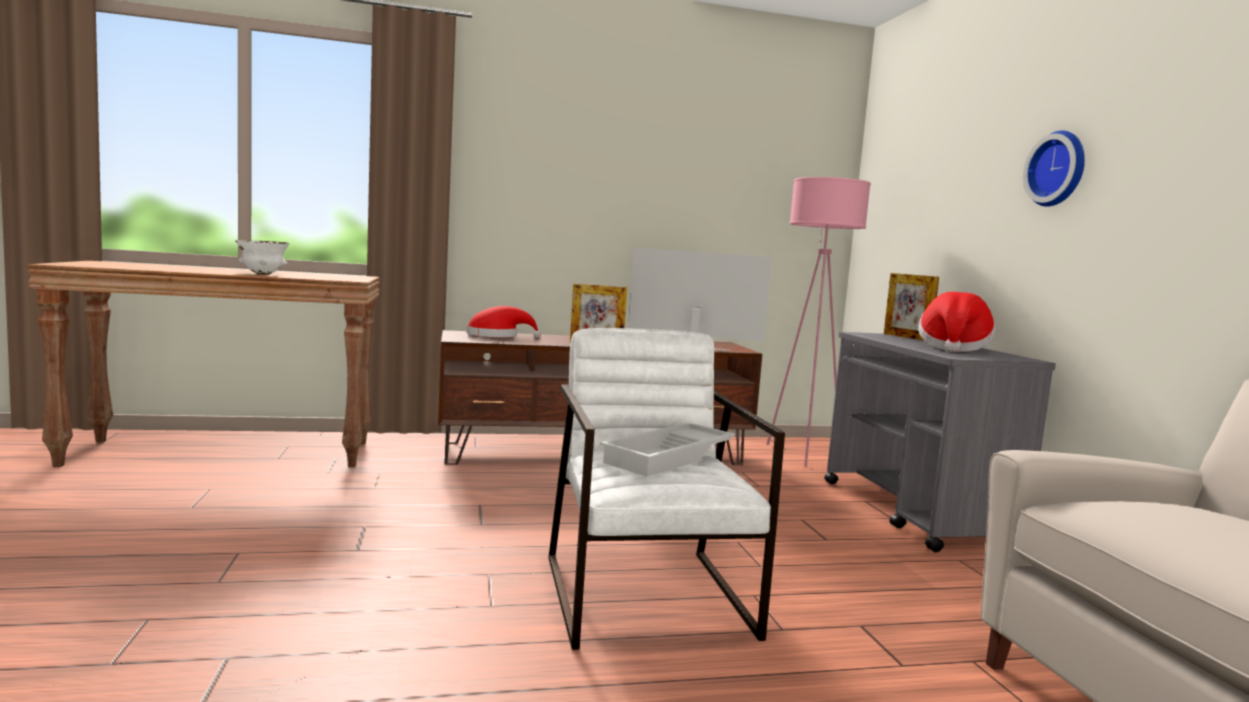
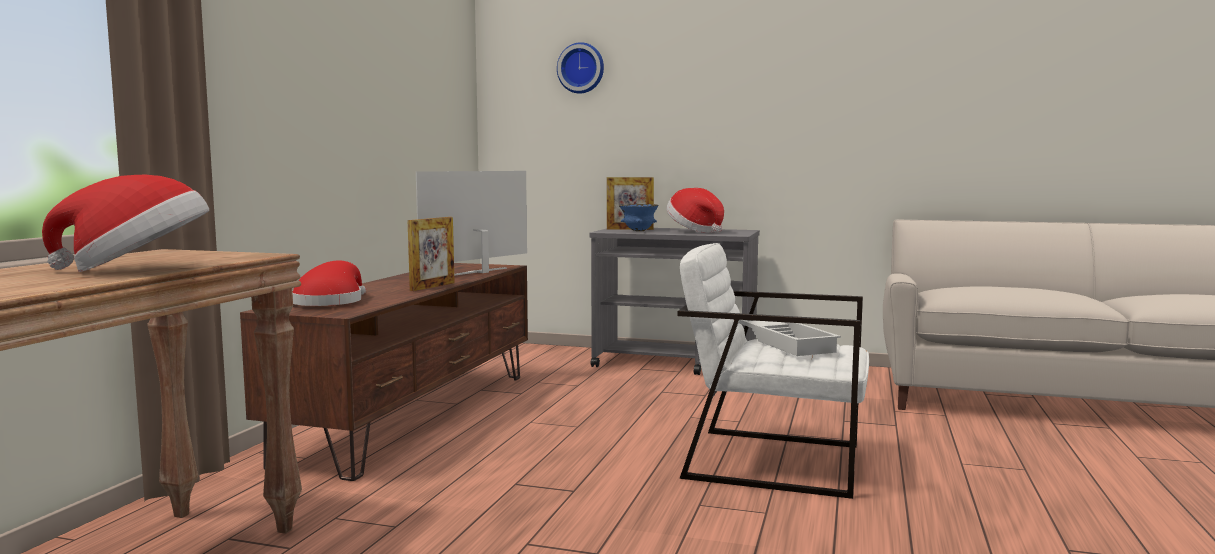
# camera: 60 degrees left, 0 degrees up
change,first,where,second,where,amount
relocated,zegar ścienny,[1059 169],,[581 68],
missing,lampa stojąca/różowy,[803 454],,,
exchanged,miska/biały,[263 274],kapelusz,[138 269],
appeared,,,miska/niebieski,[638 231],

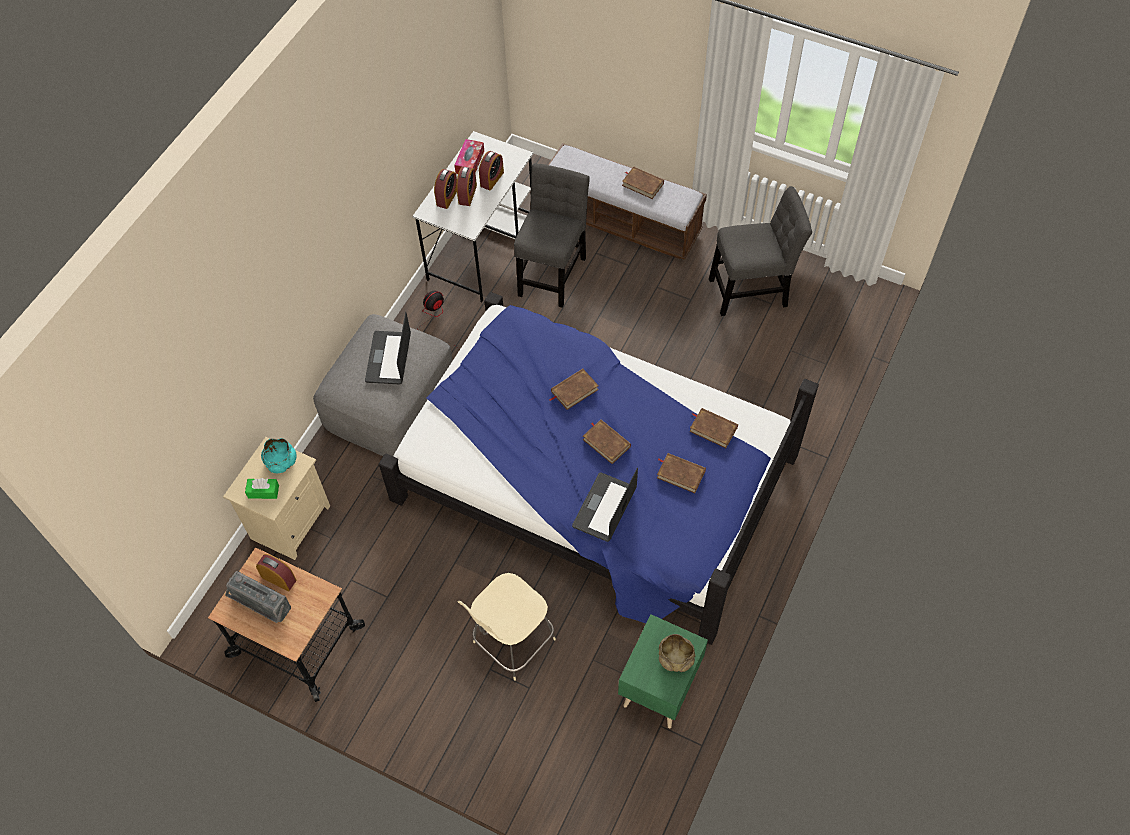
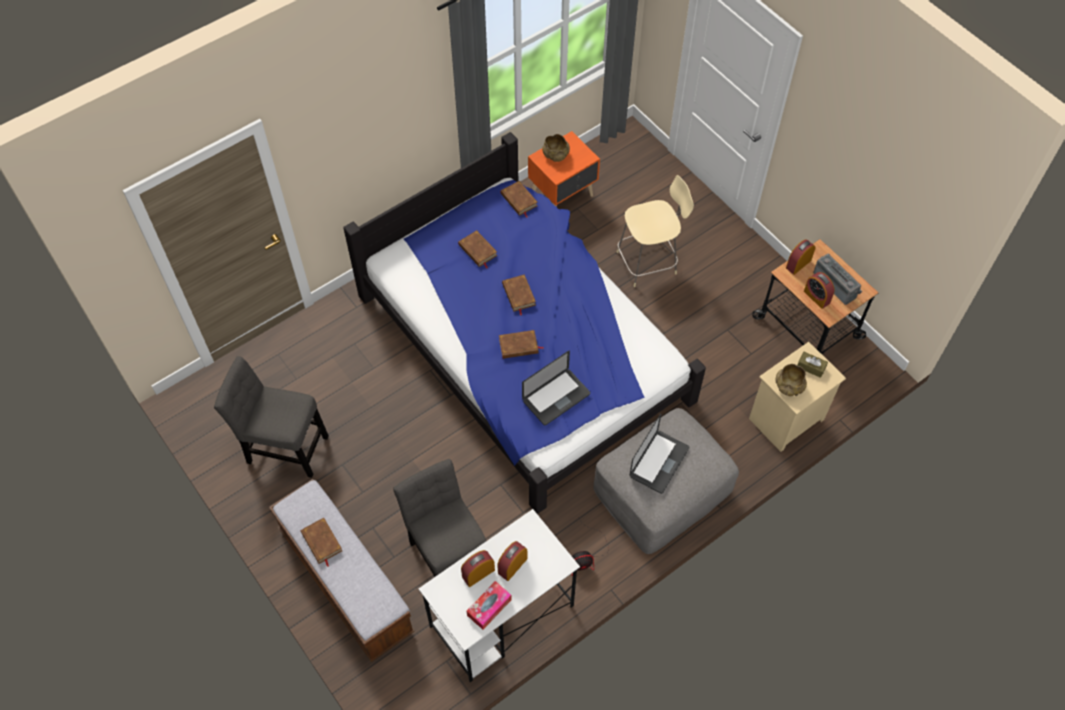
# camera: 155 degrees left, 0 degrees up
change,first,where,second,where,amount
spun,krzesło/szary,[552 272],,[448 554],105 degrees clockwise
relocated,budzik,[447 197],,[798 264],
relocated,książka/brązowy,[713 429],,[519 200],
colour,miska/turkusowy,[281 461],miska/beżowy,[789 386],
relocated,laptop,[604 508],,[556 397],
colour,pudełko chusteczek/zielony,[263 491],pudełko chusteczek/brązowy,[811 367],
colour,szafka nocna/zielony,[658 687],szafka nocna/pomarańczowy,[563 196],

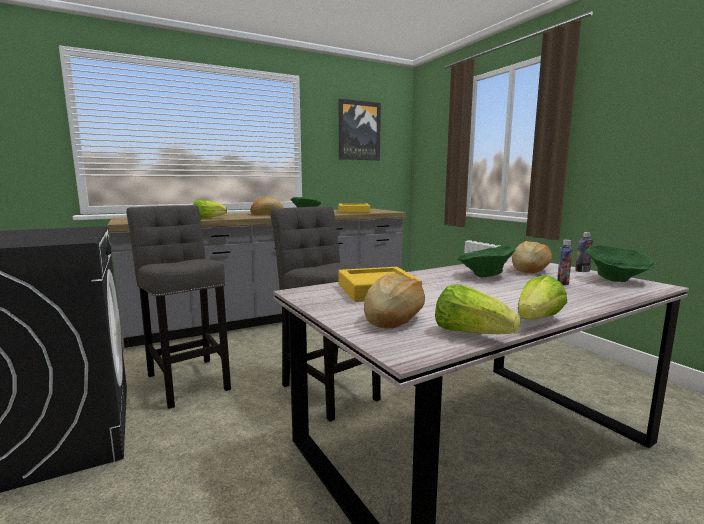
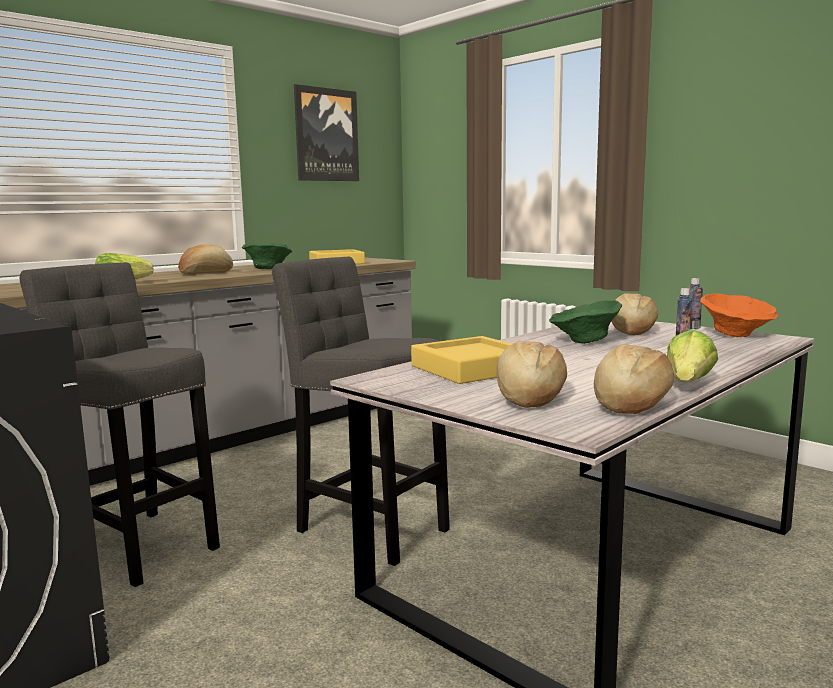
# camera: 15 degrees left, 0 degrees up
change,first,where,second,where,amount
colour,miska/zielony,[615 280],miska/pomarańczowy,[735 335],
exchanged,sałata,[470 333],chleb,[630 403],

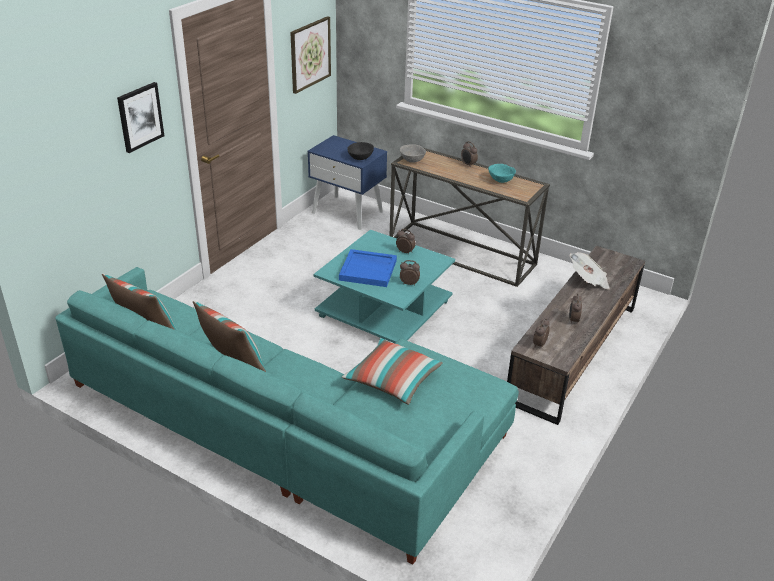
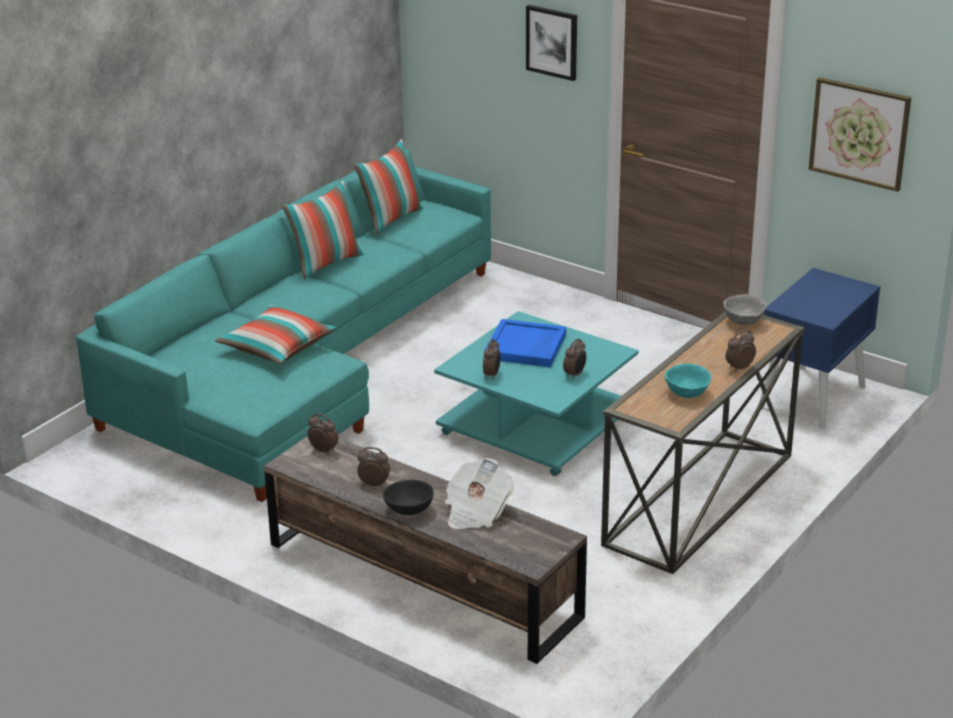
# camera: 95 degrees right, 5 degrees down
change,first,where,second,where,amount
relocated,miska/czarny,[360 157],,[410 509],

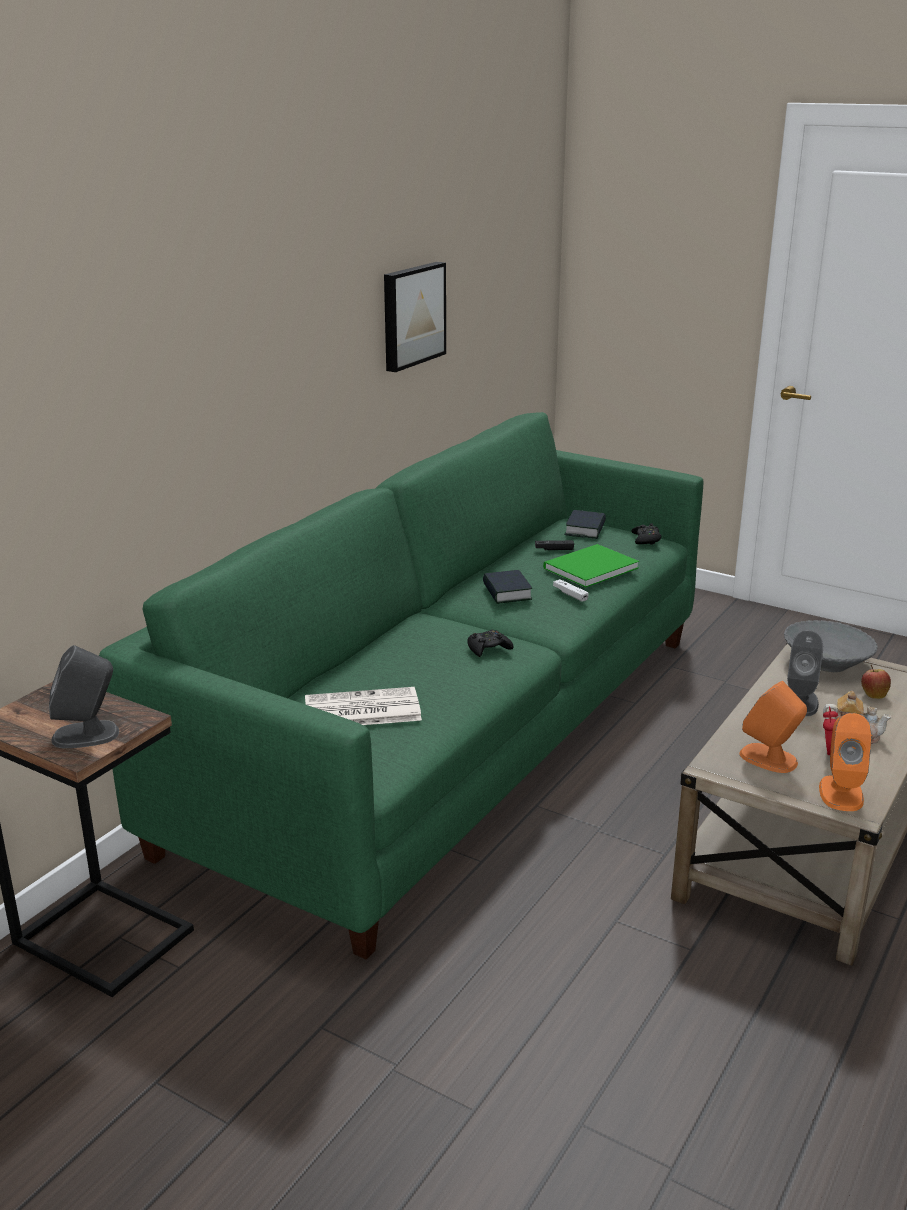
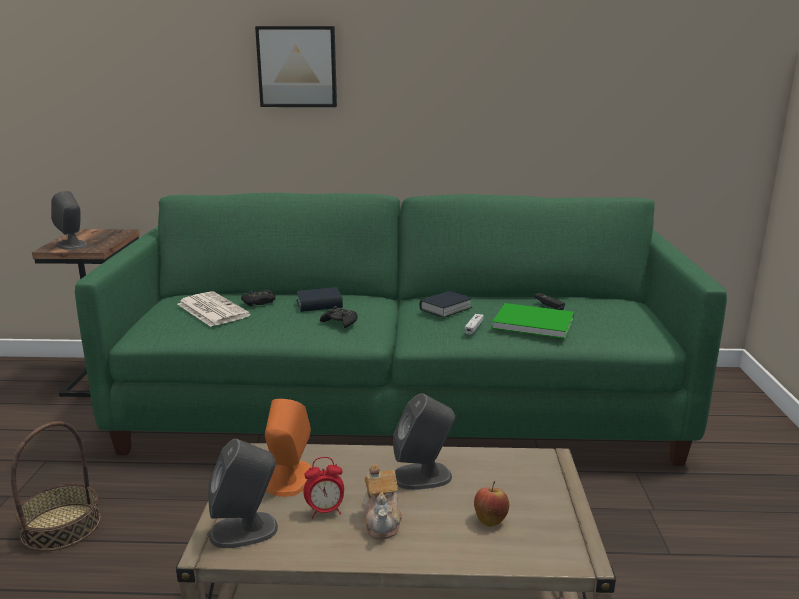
# camera: 60 degrees right, 5 degrees down
change,first,where,second,where,amount
relocated,obraz,[411 315],,[297 67],
relocated,książka,[585 529],,[319 304],
relocated,pad do gier/czarny,[646 539],,[259 302],
missing,miska/szary,[826 663],,,
colour,głośnik/pomarańczowy,[841 793],głośnik/szary,[244 530],
appeared,,,koszyk,[61 526],

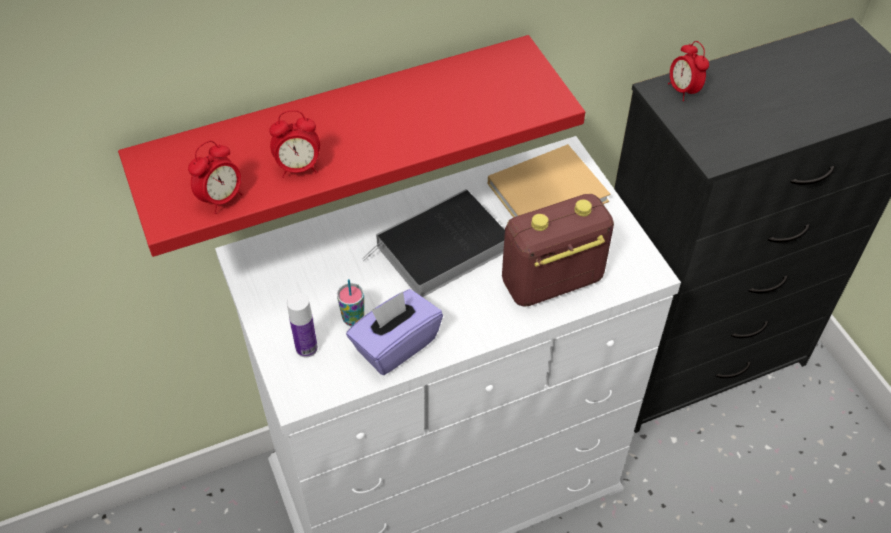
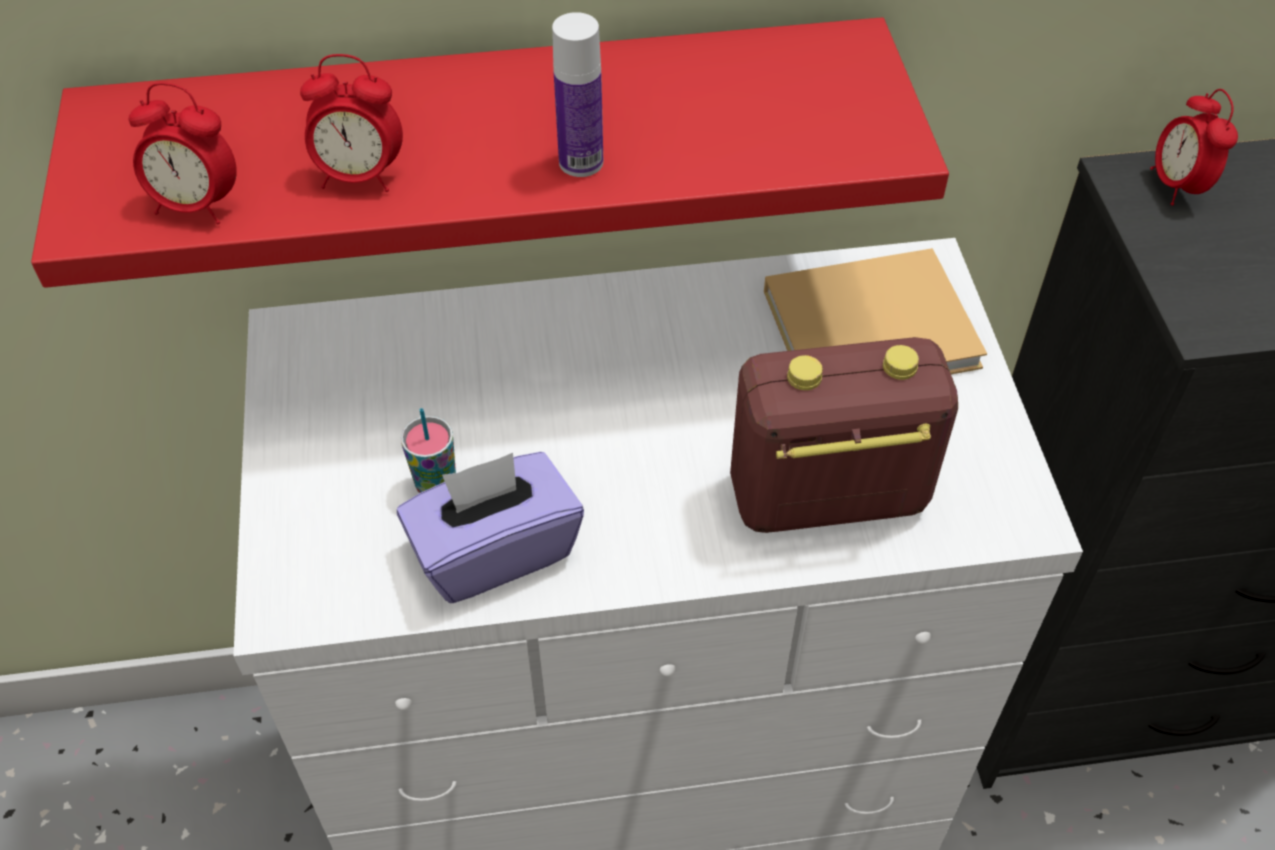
# camera: 15 degrees right, 0 degrees up
change,first,where,second,where,amount
spun,budzik,[221 199],,[197 206],45 degrees clockwise
missing,książka,[440 250],,,
relocated,butelka,[306 348],,[581 162],

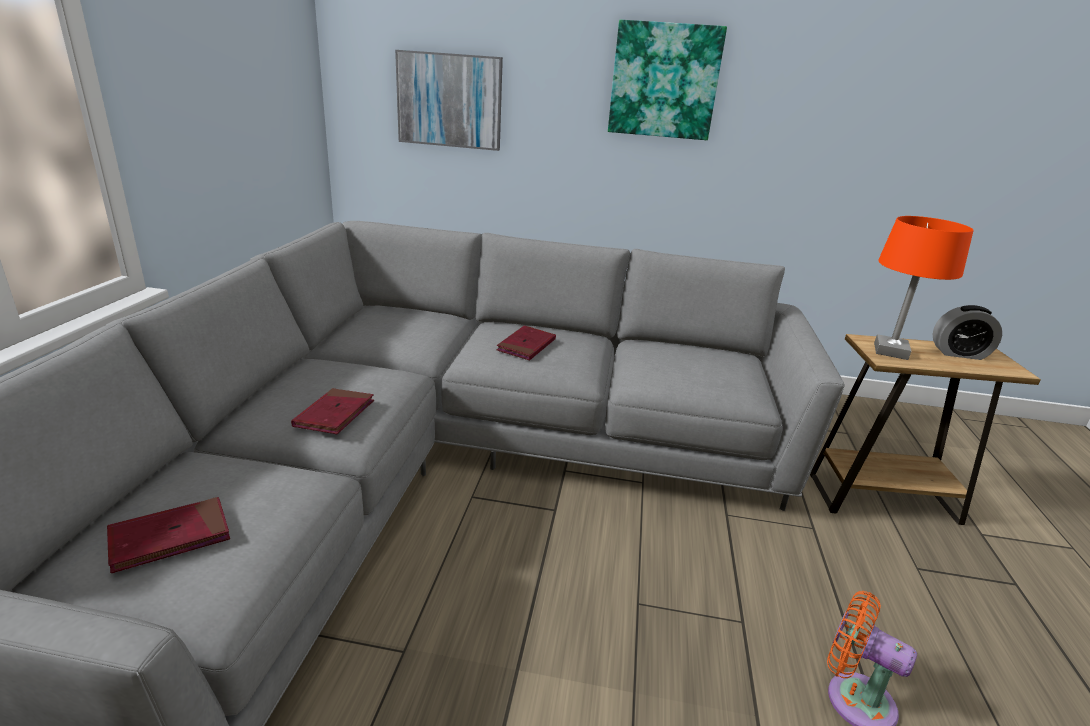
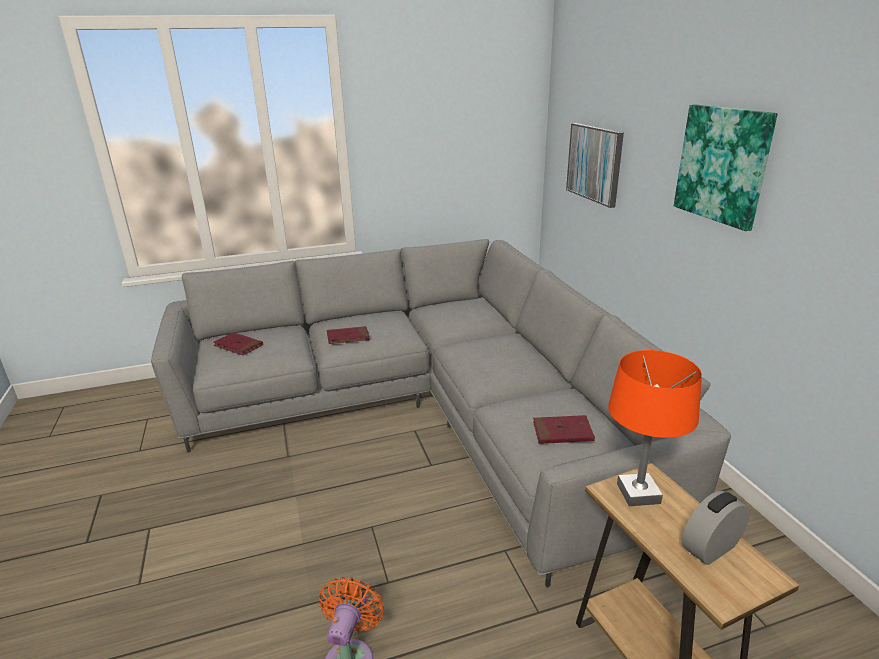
# camera: 65 degrees right, 0 degrees up
change,first,where,second,where,amount
spun,budzik,[958 353],,[710 547],75 degrees clockwise
relocated,książka/czerwony,[526 346],,[562 432],

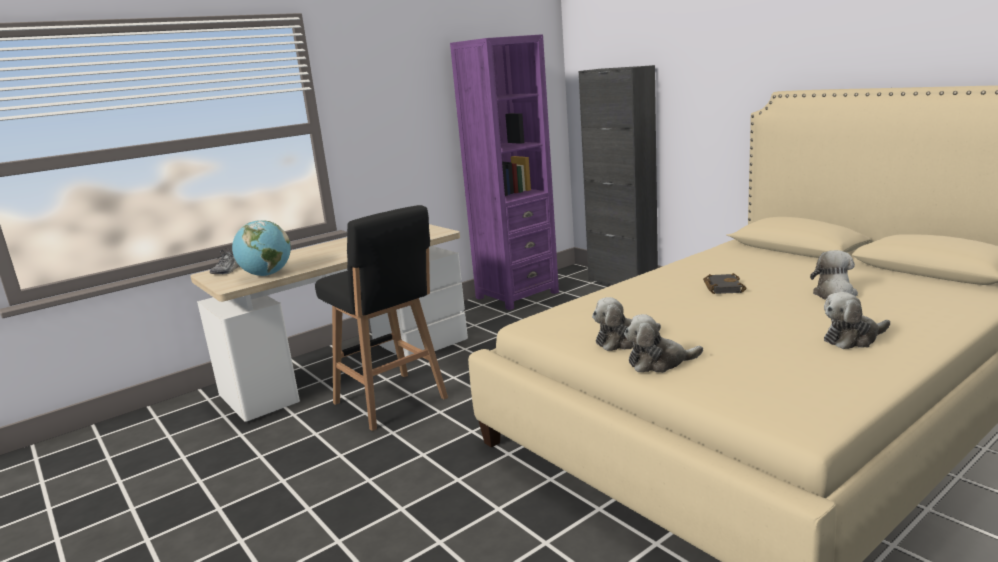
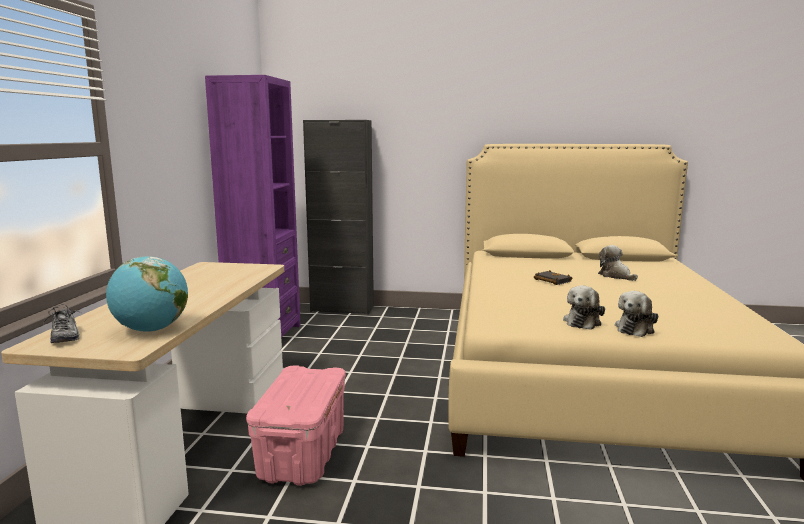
# camera: 45 degrees left, 5 degrees down
change,first,where,second,where,amount
exchanged,stołek/czarny,[392 402],pojemnik do przechowywania/różowy,[303 455],
missing,pluszak,[853 339],,,

